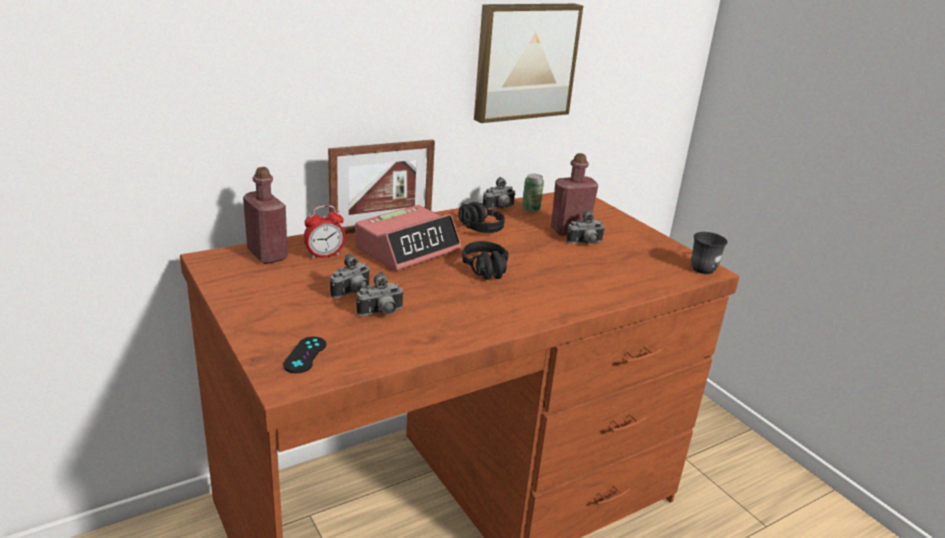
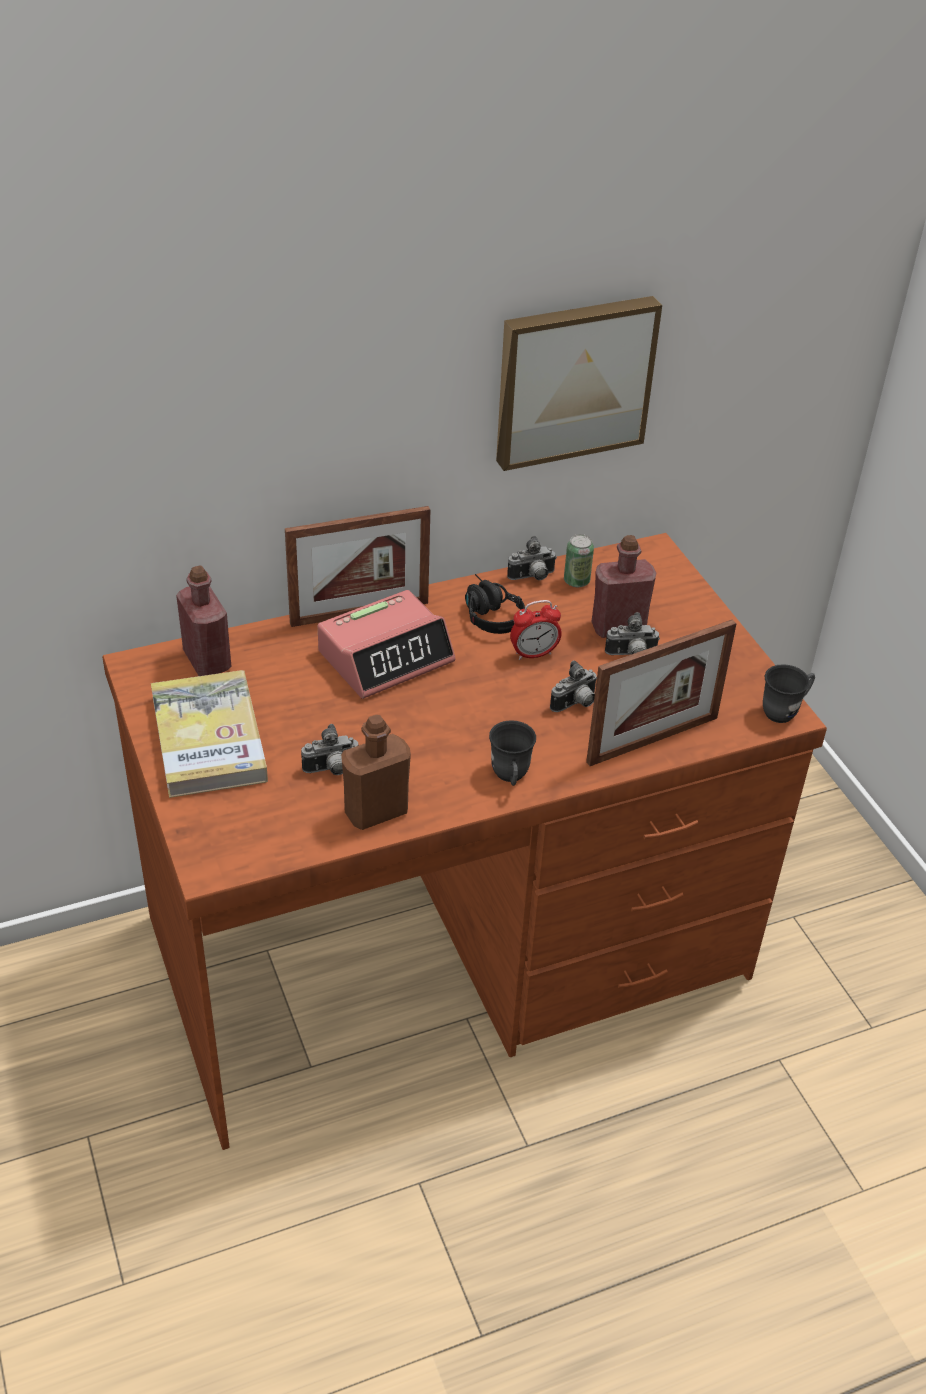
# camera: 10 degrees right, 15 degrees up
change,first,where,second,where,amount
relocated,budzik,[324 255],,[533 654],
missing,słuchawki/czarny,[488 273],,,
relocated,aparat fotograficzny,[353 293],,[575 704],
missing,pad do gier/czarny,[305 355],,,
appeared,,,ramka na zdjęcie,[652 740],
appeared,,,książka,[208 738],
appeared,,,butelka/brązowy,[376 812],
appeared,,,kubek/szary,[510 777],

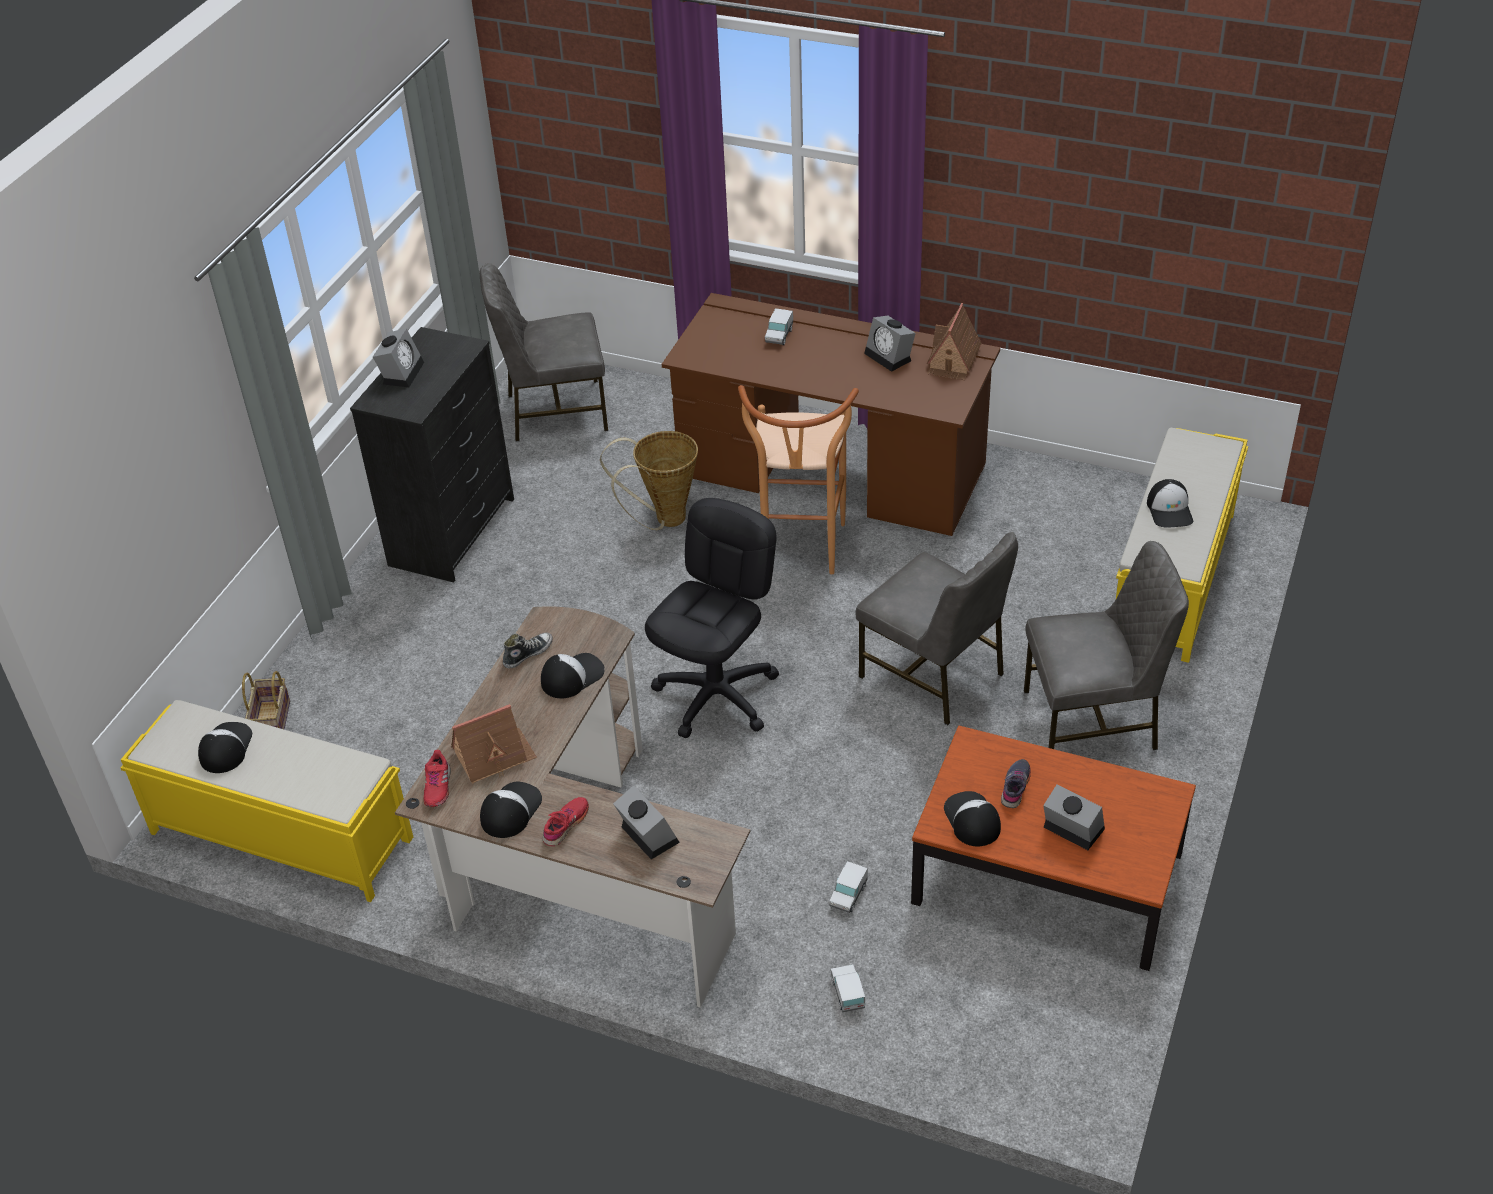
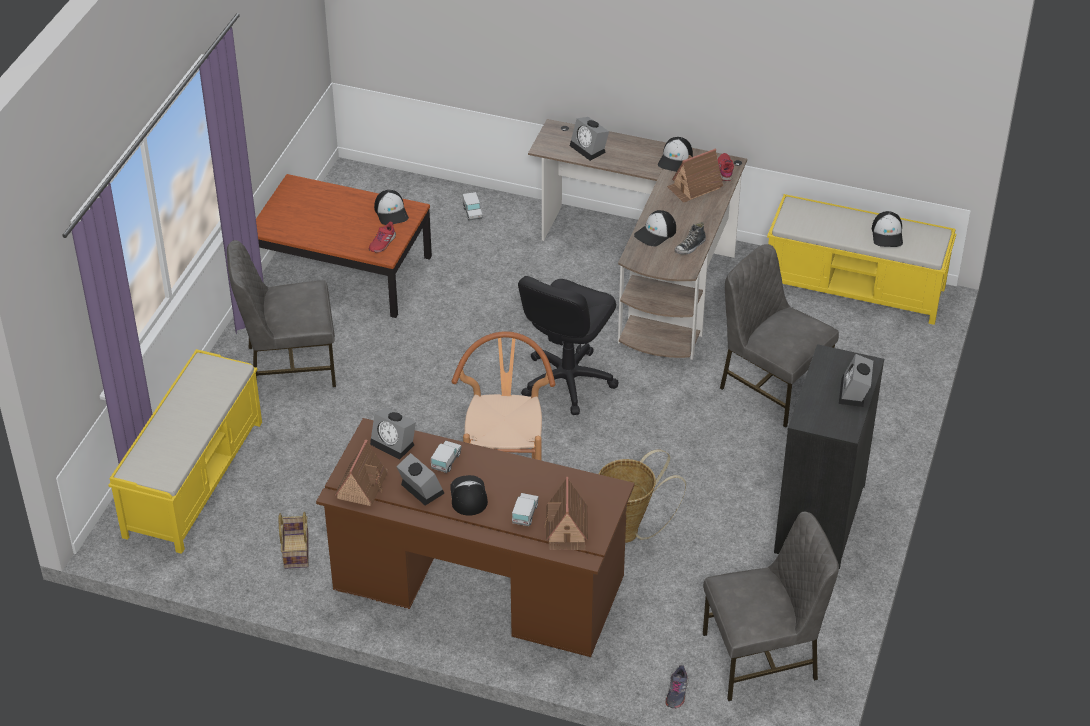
# camera: 175 degrees right, 0 degrees up
change,first,where,second,where,amount
relocated,czapka z daszkiem,[1170 510],,[468 496],
relocated,krzesło/szary,[934 675],,[772 386],
relocated,koszyk,[272 722],,[295 550],
relocated,but/szary,[1015 787],,[676 692],
relocated,budzik,[1070 829],,[394 444],
relocated,but/czerwony,[566 825],,[382 243],
relocated,ciężarówka zabawkowa,[848 895],,[446 461],
appeared,,,domek,[566 529],

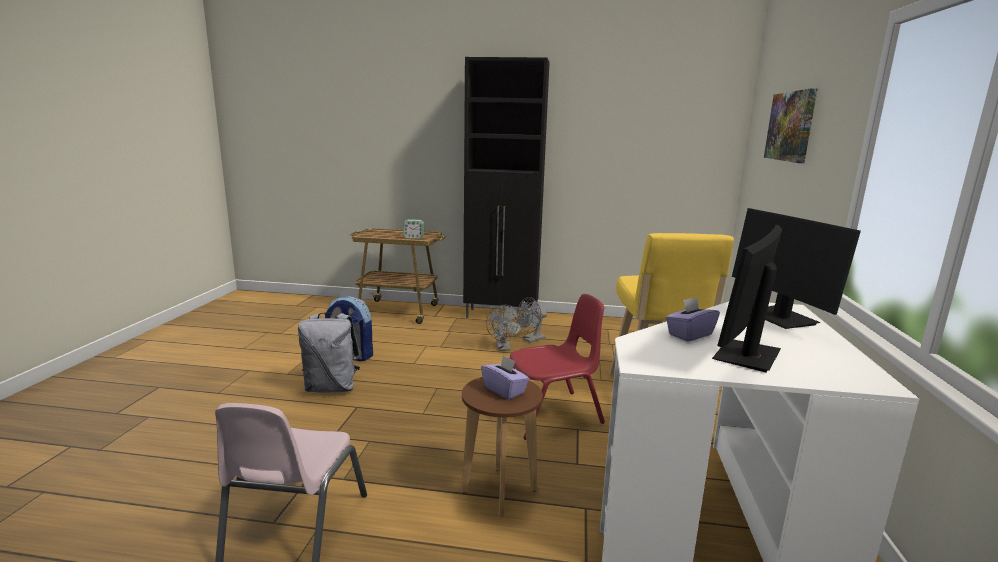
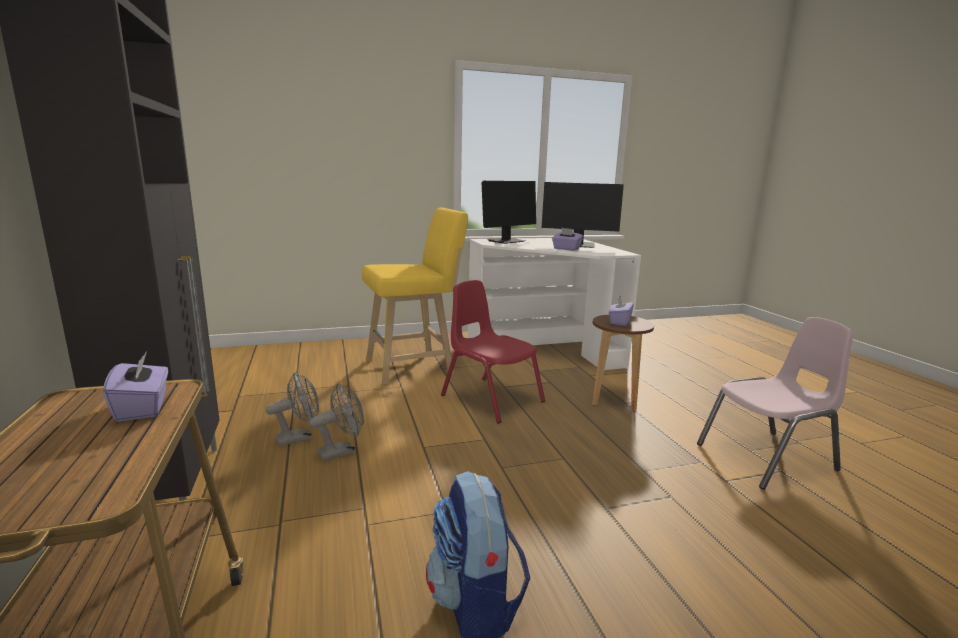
# camera: 115 degrees left, 0 degrees up
change,first,where,second,where,amount
missing,obraz,[791 126],,,
exchanged,budzik,[413 237],pudełko chusteczek/fioletowy,[143 407],
spun,wentylator/szary,[531 340],,[299 437],60 degrees counterclockwise
missing,plecak/szary,[332 388],,,

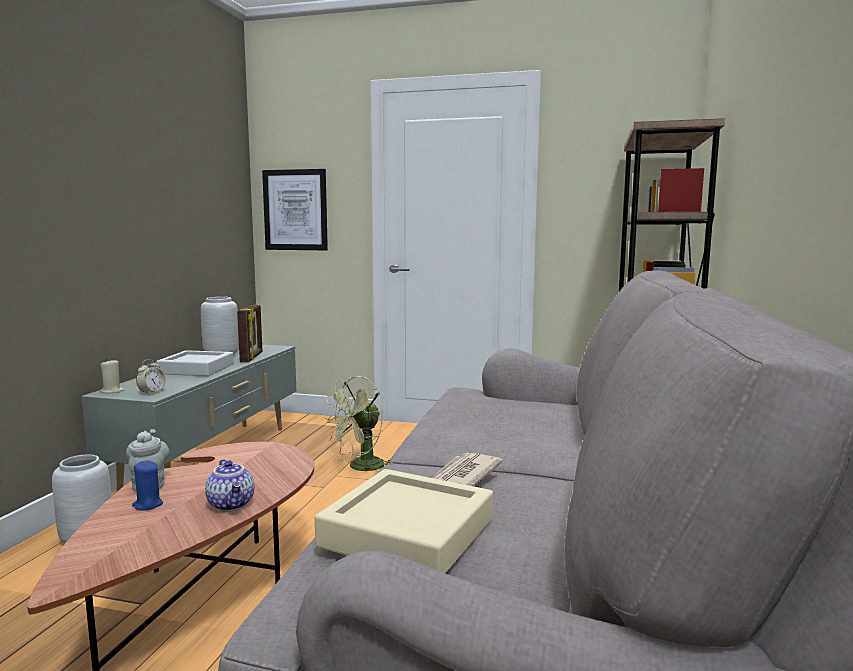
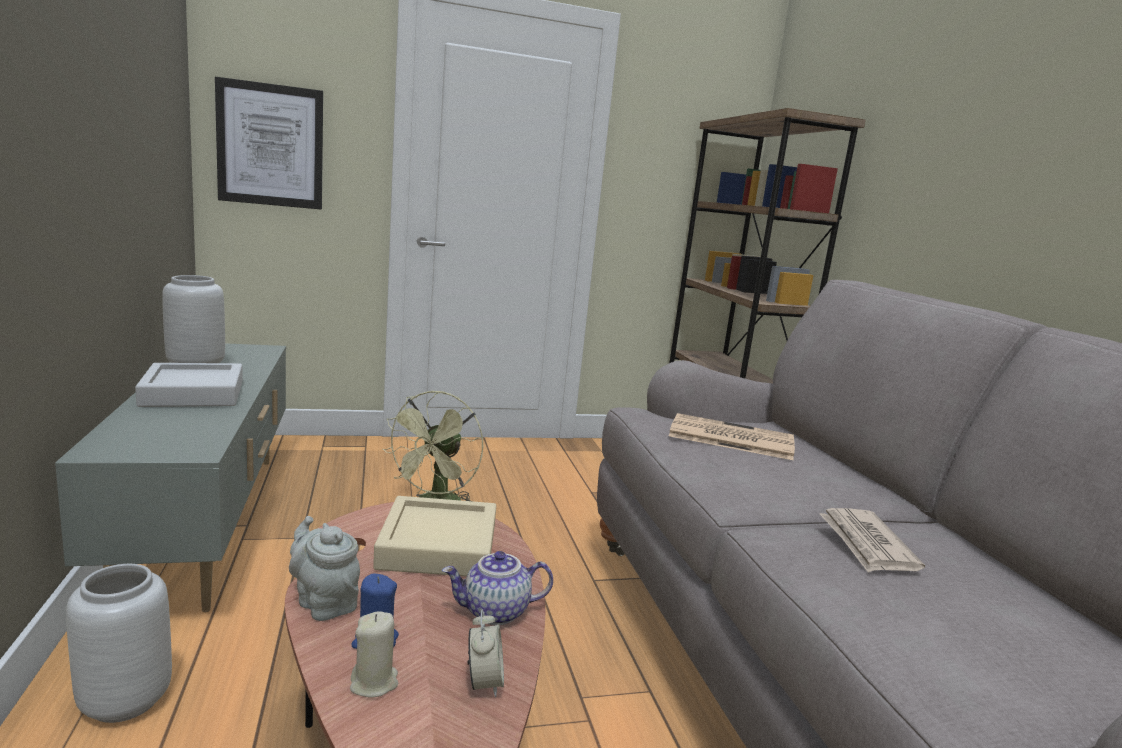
# camera: 30 degrees left, 5 degrees up
change,first,where,second,where,amount
missing,ramka na zdjęcie,[252 357],,,
relocated,świeca/beżowy,[112 391],,[374 682],
relocated,budzik,[152 392],,[484 683],
spun,imbryk,[232 504],,[495 613],135 degrees clockwise
relocated,taca/beżowy,[408 533],,[438 546],
appeared,,,gazeta,[729 438],

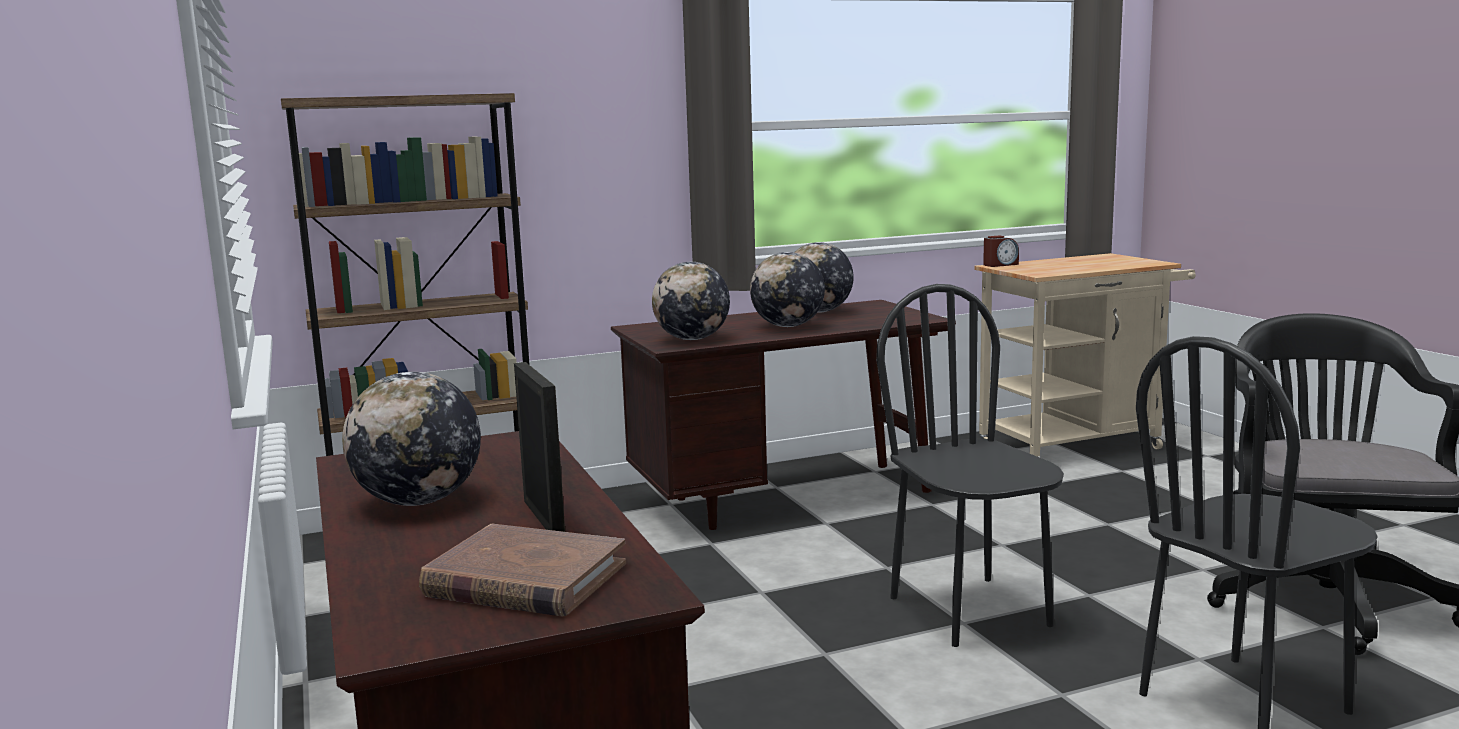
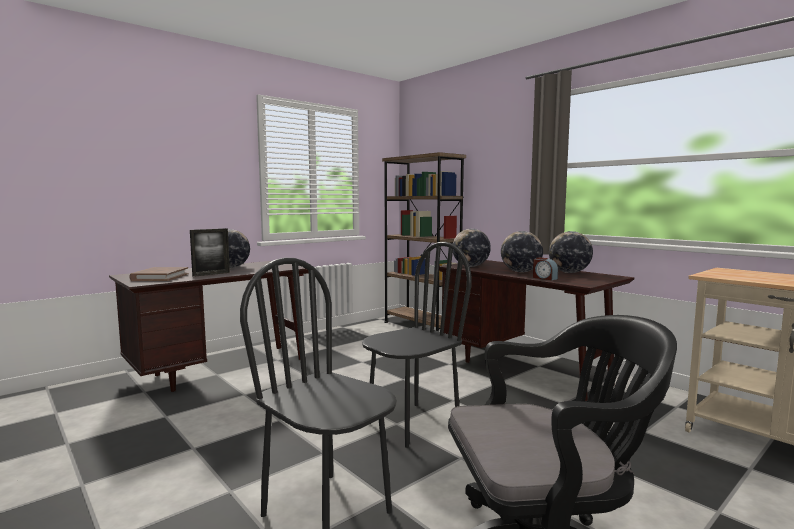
# camera: 70 degrees right, 5 degrees down
change,first,where,second,where,amount
relocated,budzik,[1000 265],,[544 278],

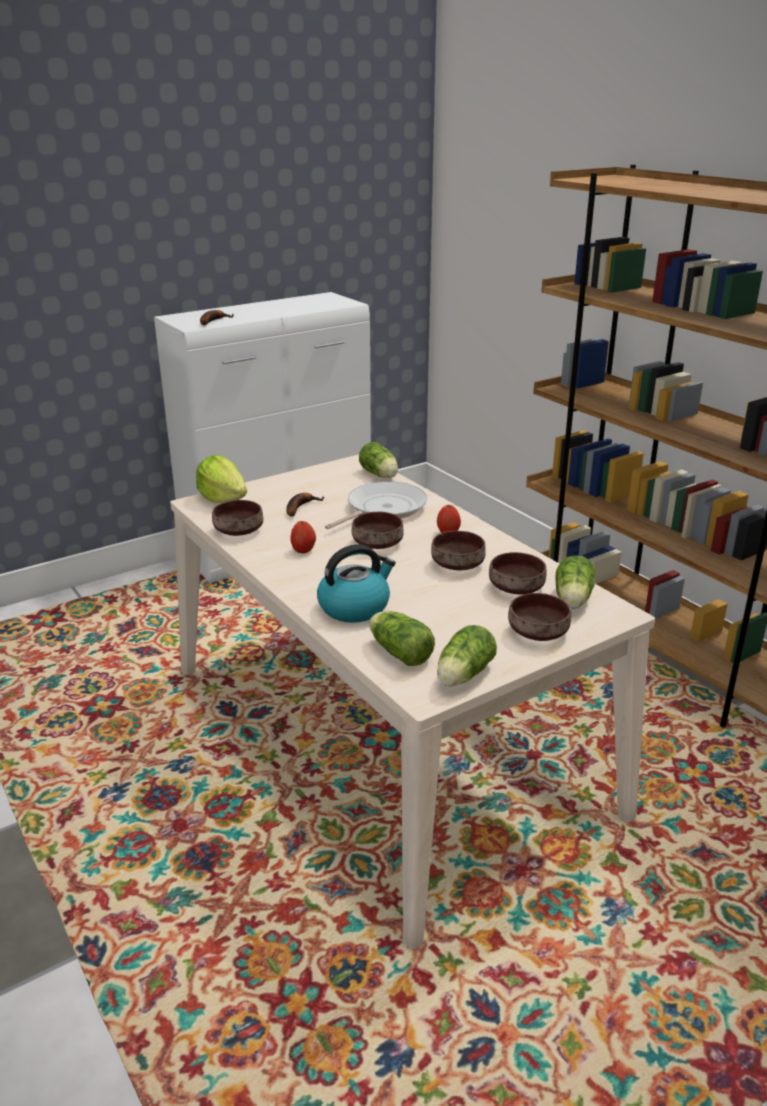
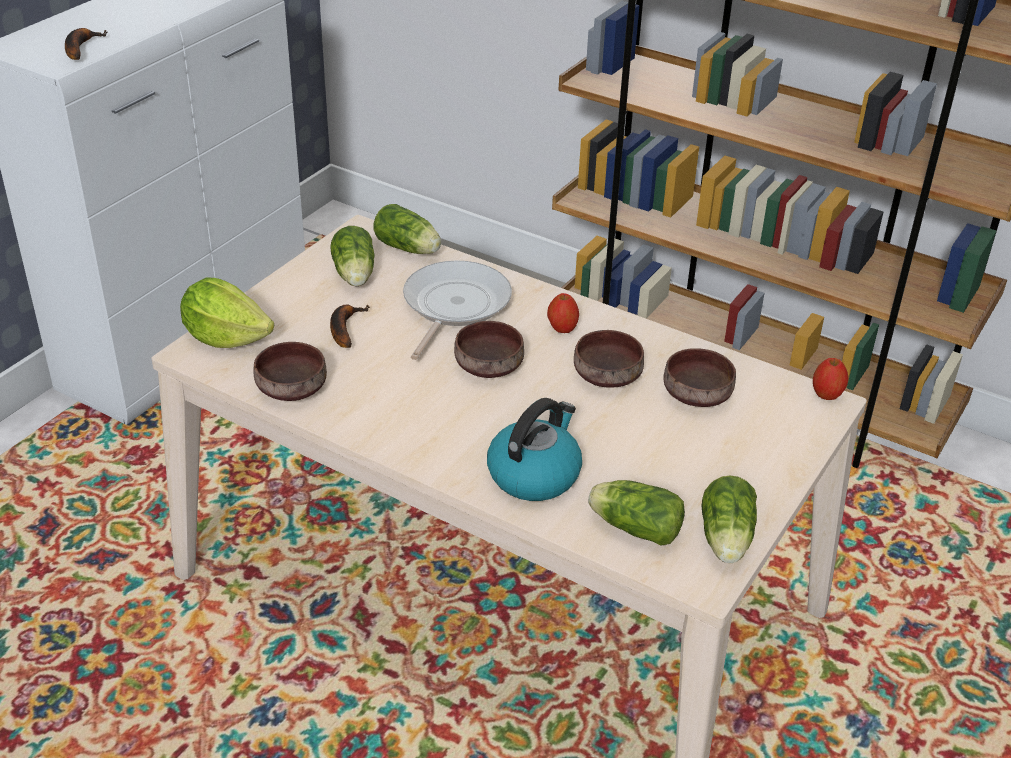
# camera: 25 degrees left, 10 degrees up
change,first,where,second,where,amount
relocated,jabłko,[303 550],,[827 394],
relocated,sałata,[572 600],,[354 276],
missing,miska/brązowy,[539 632],,,

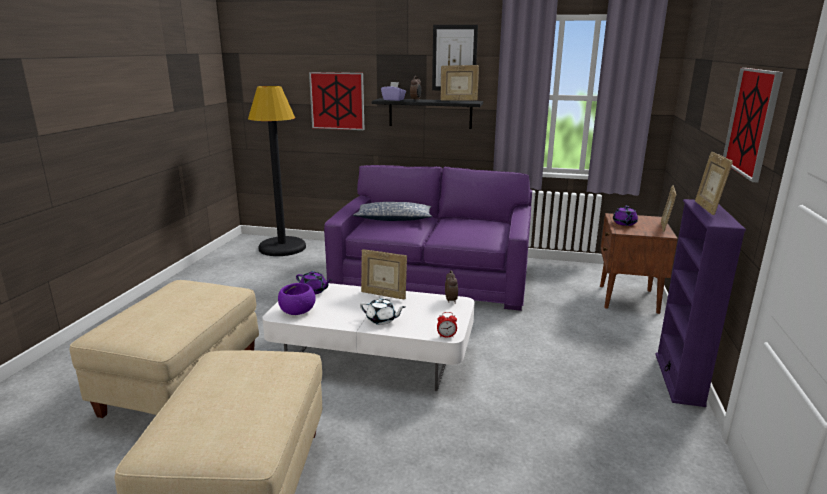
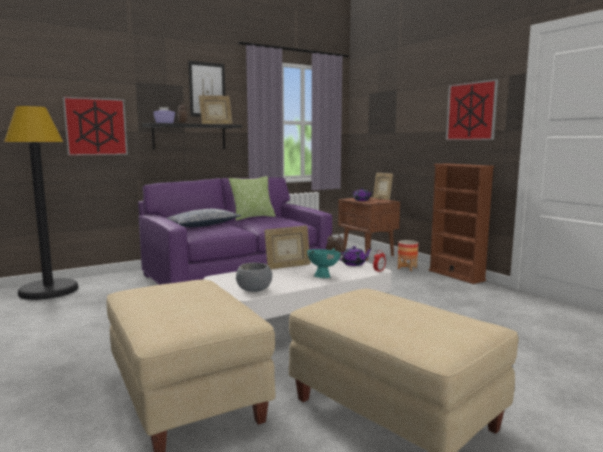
# camera: 45 degrees left, 10 degrees down
change,first,where,second,where,amount
missing,ramka na zdjęcie,[707 209],,,
colour,regał/fioletowy,[679 379],regał/brązowy,[456 275],
relocated,imbryk/fioletowy,[313 291],,[354 264],
colour,miska/fioletowy,[297 311],miska/szary,[254 289],
exchanged,imbryk/biały,[382 320],miska/turkusowy,[324 276],
appeared,,,poduszka,[253 217],
appeared,,,donica,[407 268],

